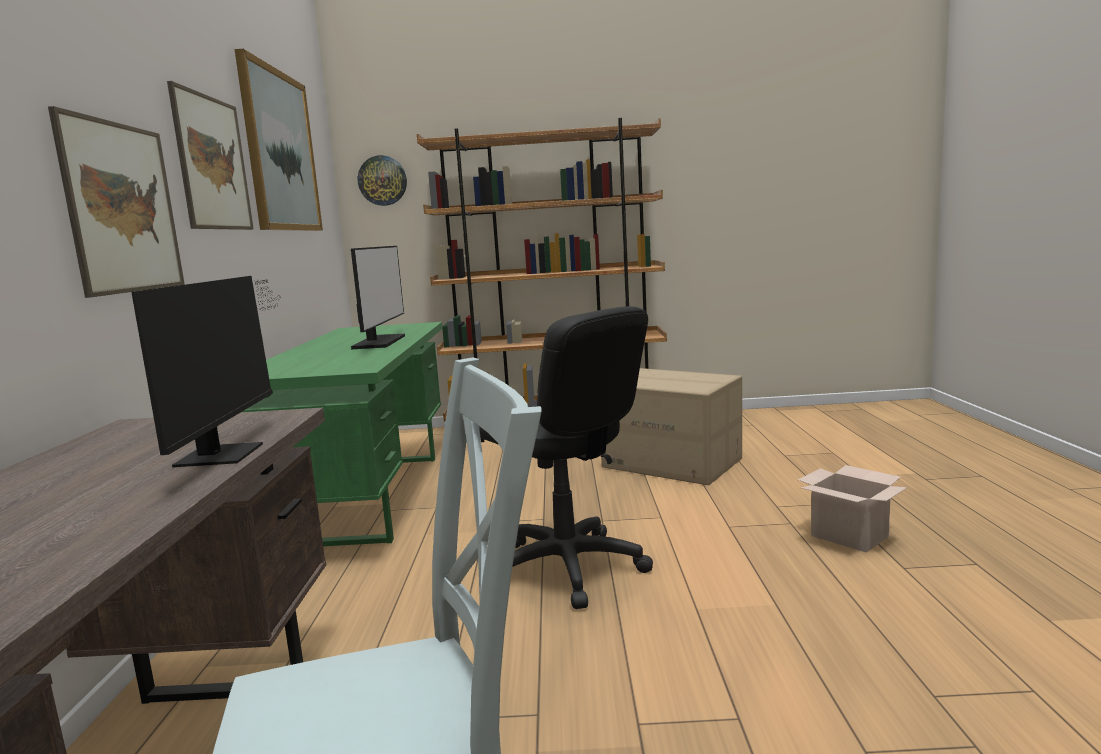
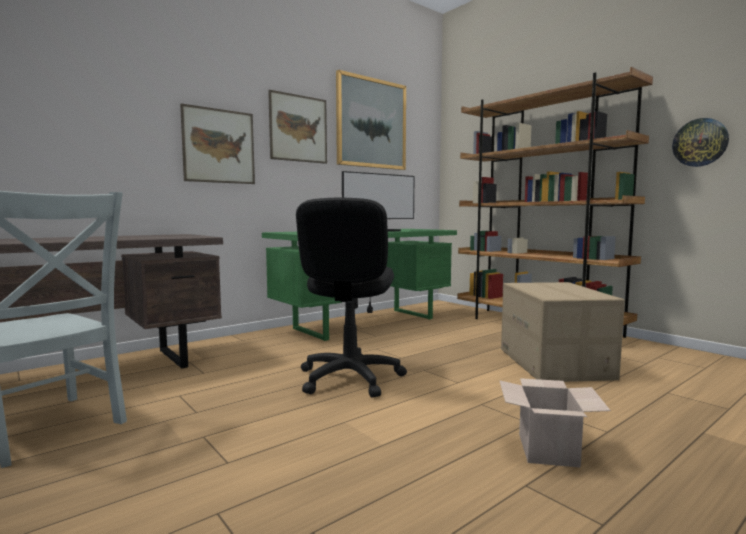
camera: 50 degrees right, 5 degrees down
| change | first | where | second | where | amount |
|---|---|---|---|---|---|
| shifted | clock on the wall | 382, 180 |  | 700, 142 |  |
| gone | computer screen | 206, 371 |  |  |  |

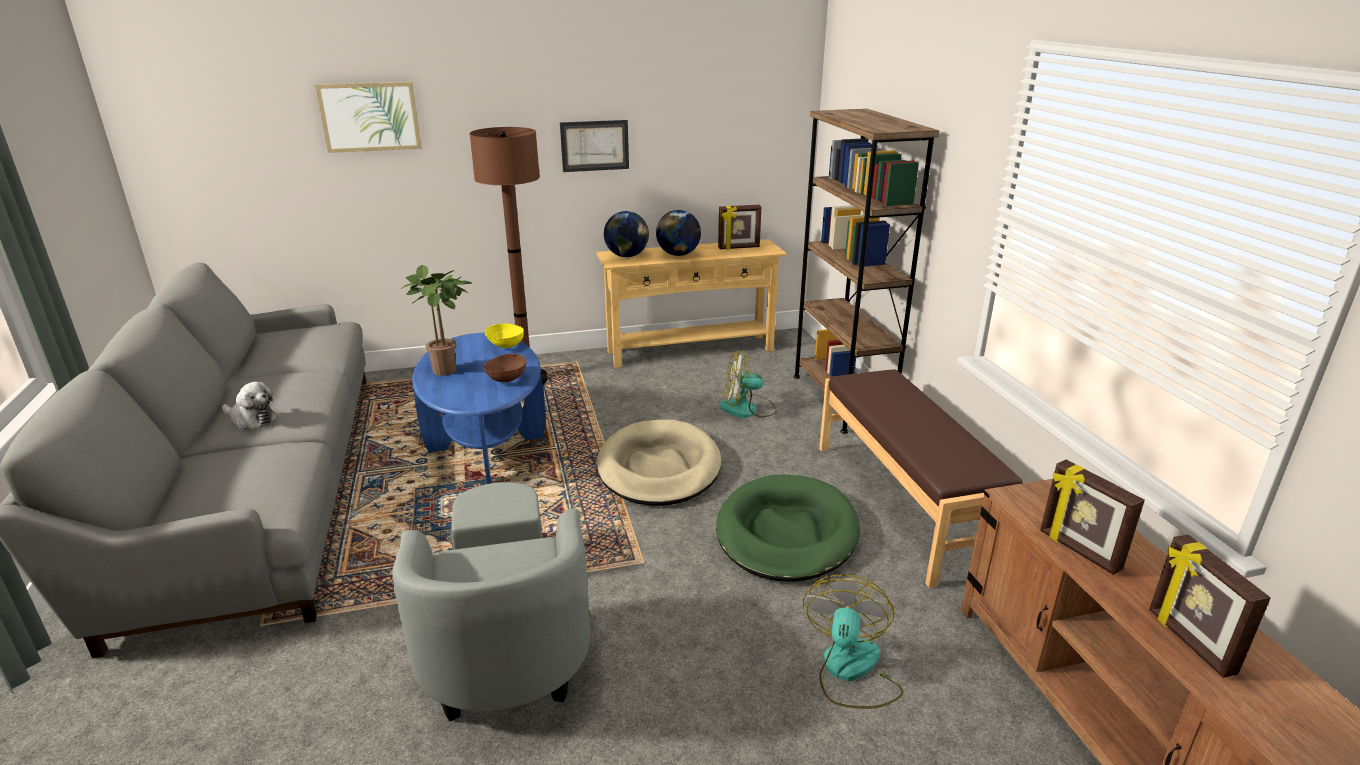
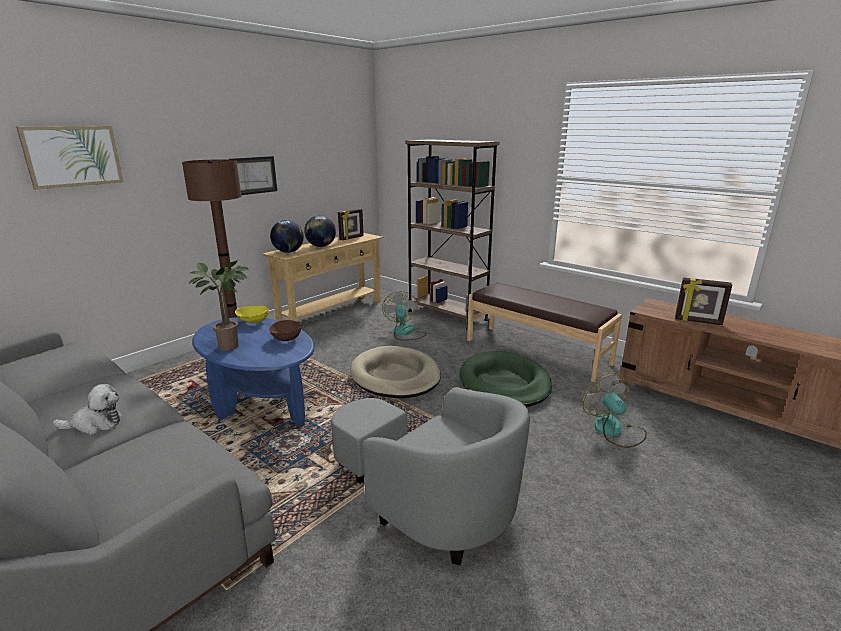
camera: 35 degrees left, 5 degrees down
| change | first | where | second | where | amount |
|---|---|---|---|---|---|
| rotated | cooling fan | 748, 384 |  | 404, 316 | 120 degrees clockwise |
| gone | standing frame | 1210, 606 |  |  |  |

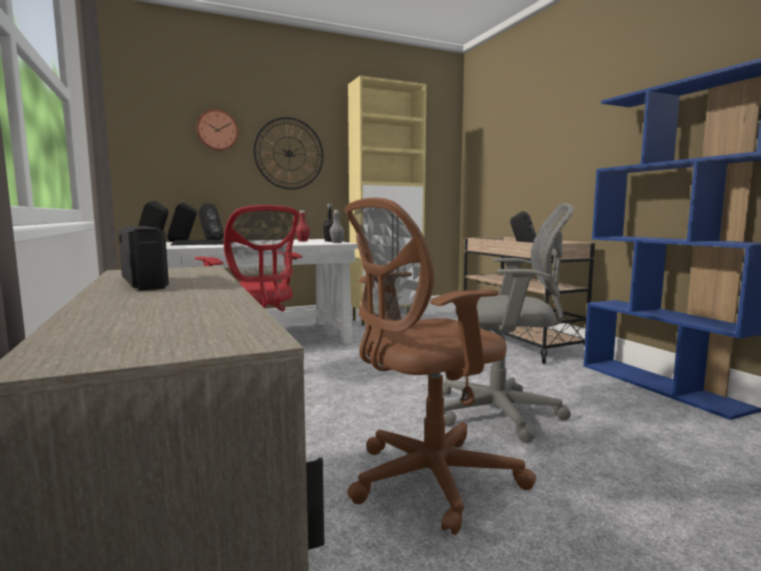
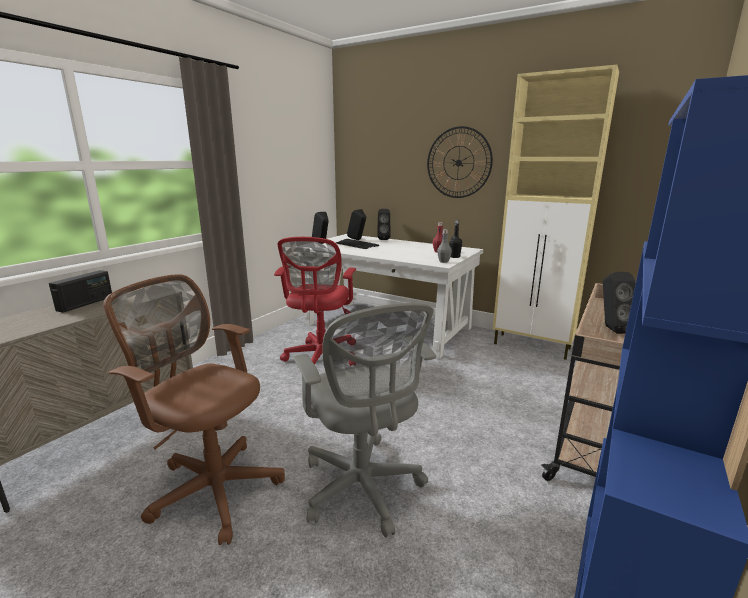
camera: 55 degrees right, 10 degrees up
| change | first | where | second | where | amount |
|---|---|---|---|---|---|
| gone | clock on the wall | 217, 130 |  |  |  |

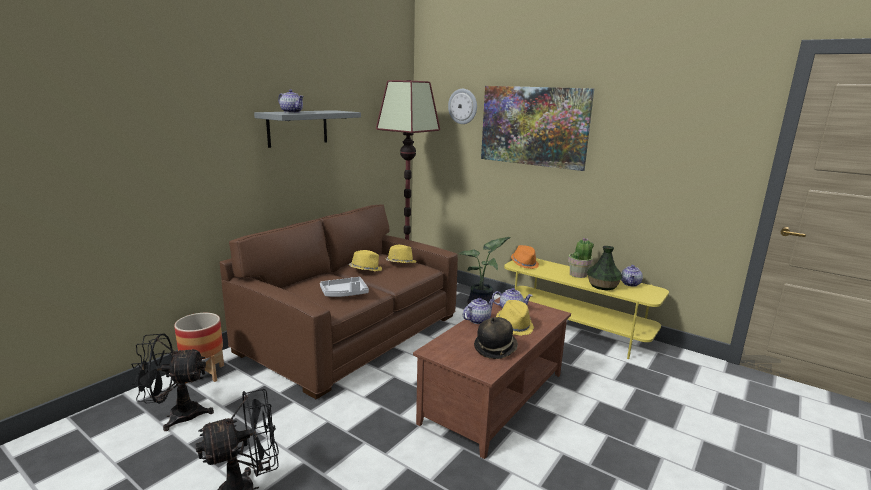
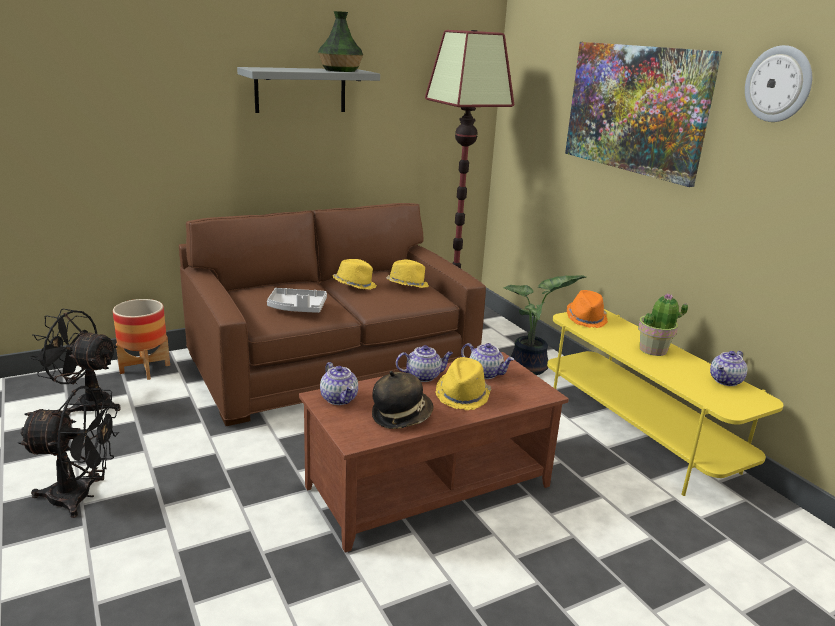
camera: 25 degrees right, 5 degrees up
| change | first | where | second | where | amount |
|---|---|---|---|---|---|
| shifted | tea pot | 291, 101 |  | 339, 383 |  |
| shifted | clock on the wall | 462, 106 |  | 778, 83 |  |
| shifted | decorative vase | 605, 268 |  | 340, 41 |  |

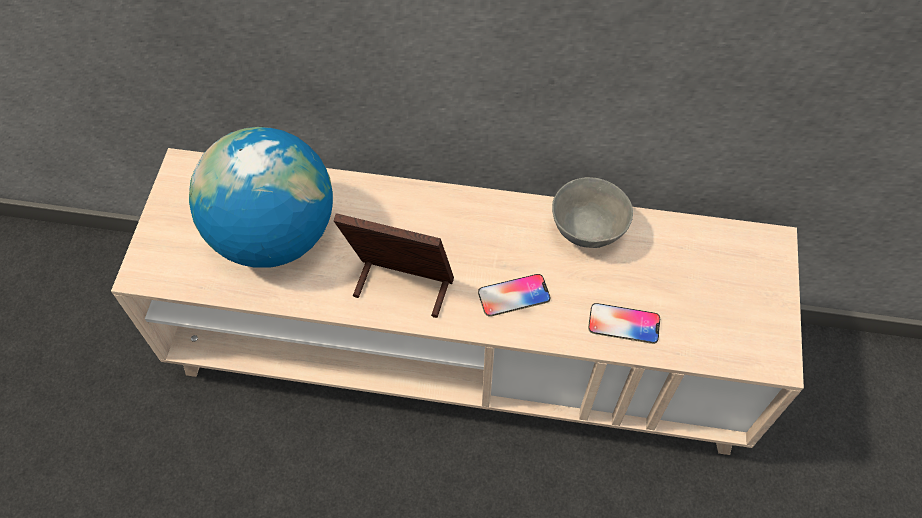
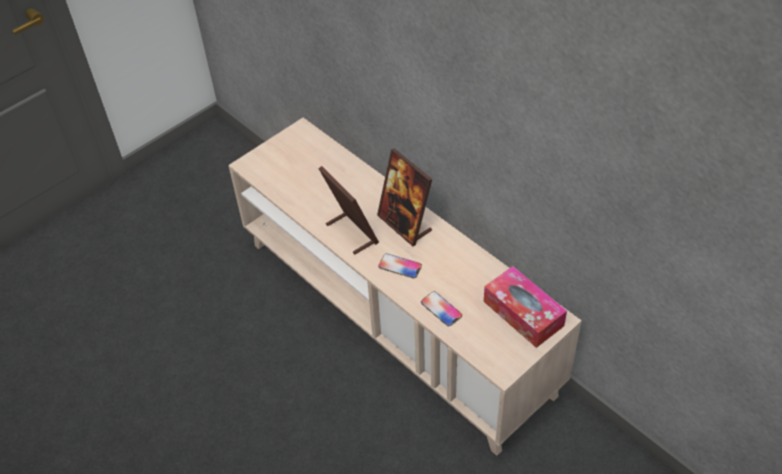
camera: 40 degrees right, 10 degrees down
| change | first | where | second | where | amount |
|---|---|---|---|---|---|
| gone | world globe | 261, 197 |  |  |  |
| gone | gray serving bowl | 592, 212 |  |  |  |
| new |  |  | standing frame | 404, 197 |  |
| new |  |  | tissue holder | 525, 307 |  |

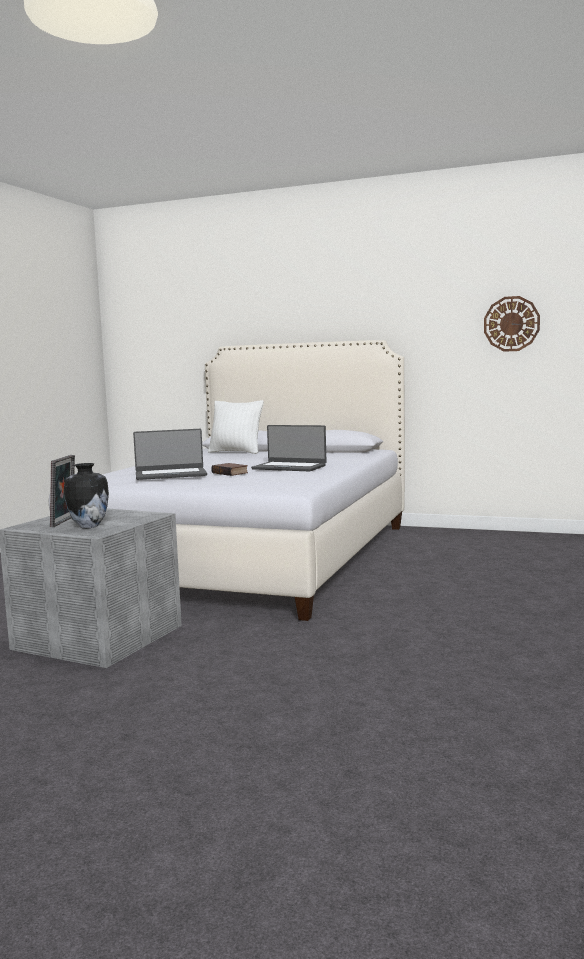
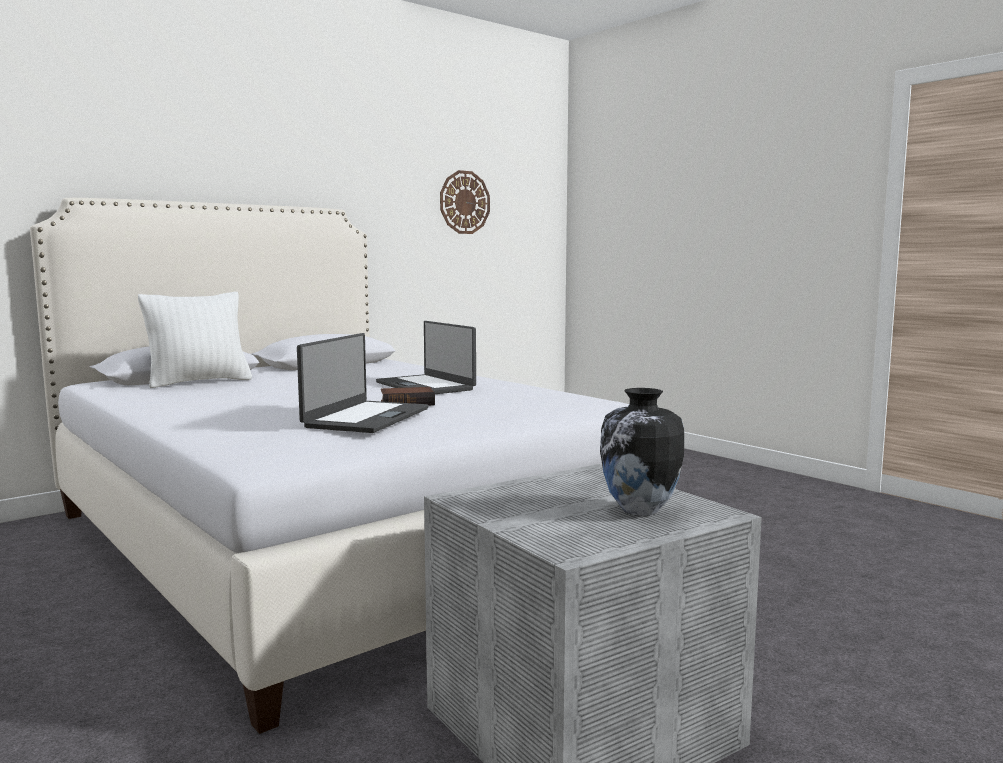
camera: 60 degrees left, 0 degrees up
| change | first | where | second | where | amount |
|---|---|---|---|---|---|
| rotated | portable computer | 289, 448 |  | 426, 357 | 90 degrees clockwise |
| gone | standing frame | 62, 491 |  |  |  |

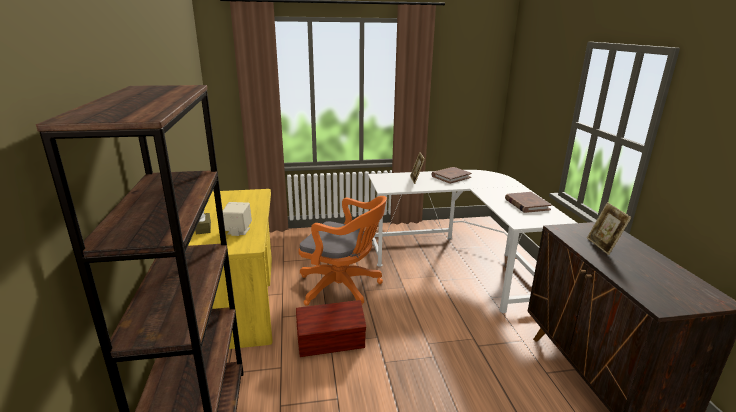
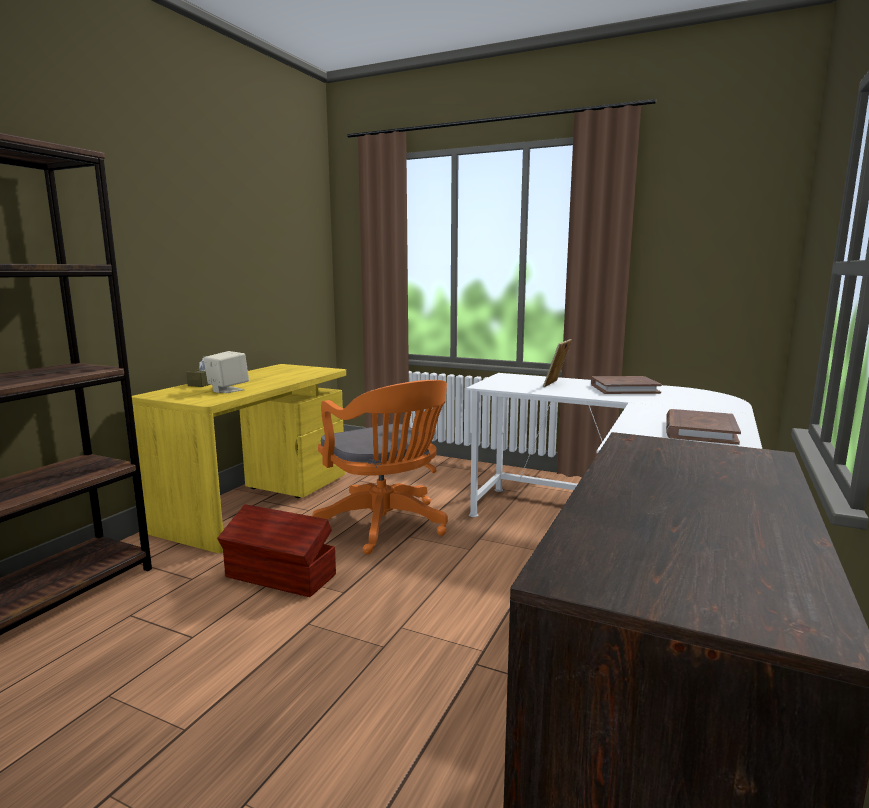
camera: 35 degrees right, 10 degrees down
| change | first | where | second | where | amount |
|---|---|---|---|---|---|
| gone | standing frame | 609, 228 |  |  |  |

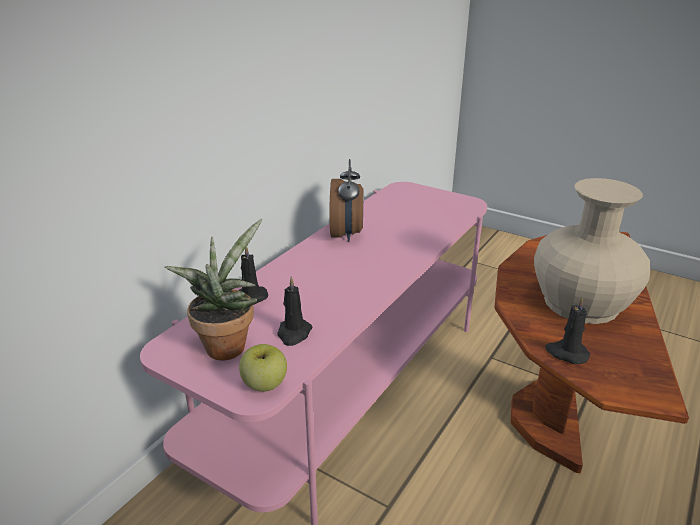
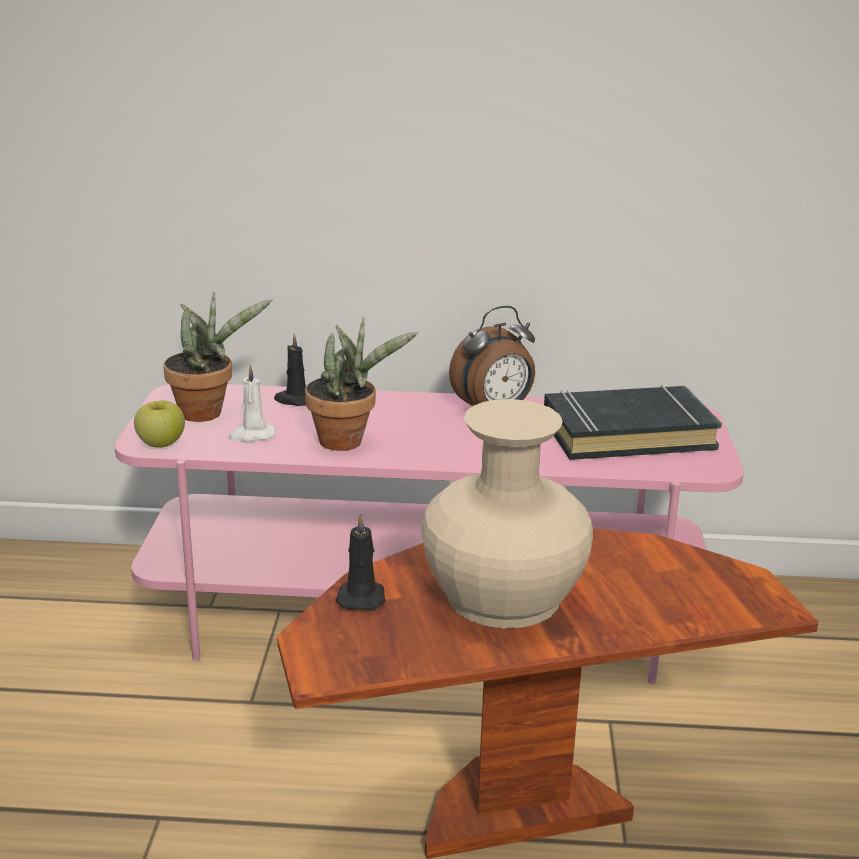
camera: 60 degrees right, 5 degrees down
| change | first | where | second | where | amount |
|---|---|---|---|---|---|
| repainted | blackish wax light | 294, 311 | white wax light | 251, 403 |  |
| new |  |  | potted plant | 361, 384 |  |
| new |  |  | blackish volume | 633, 422 |  |

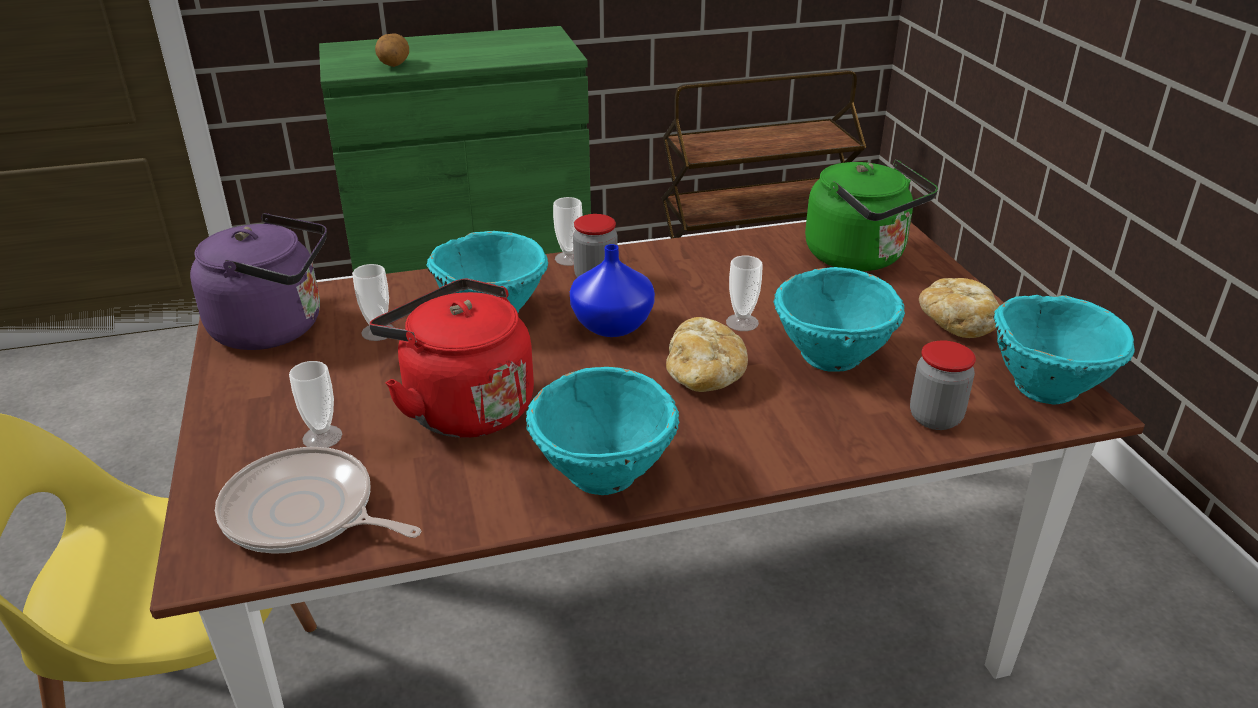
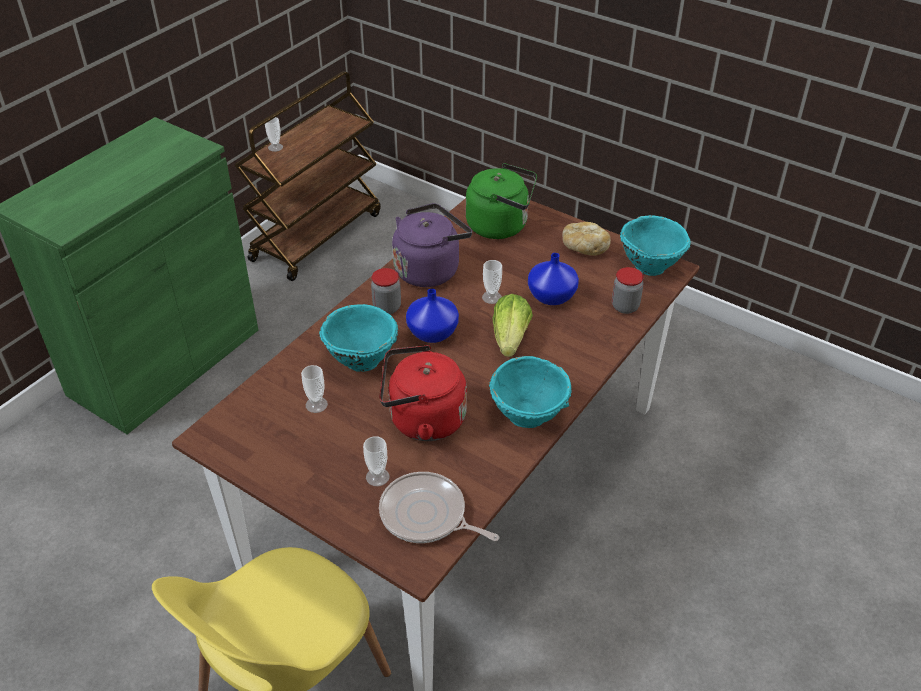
camera: 40 degrees left, 10 degrees up
| change | first | where | second | where | amount |
|---|---|---|---|---|---|
| gone | whole potato | 392, 50 |  |  |  |
| shifted | drinking cup | 568, 231 |  | 274, 134 |  |
| shifted | purplish tea kettle | 258, 281 |  | 432, 245 |  |
| swapped | blue-green serving bowl | 839, 319 | blue-coloured decorative vase | 553, 279 |  |
| swapped | bread | 707, 354 | lettuce | 512, 325 |  |
| rotated | frying pan | 318, 500 |  | 439, 507 | 45 degrees clockwise |

